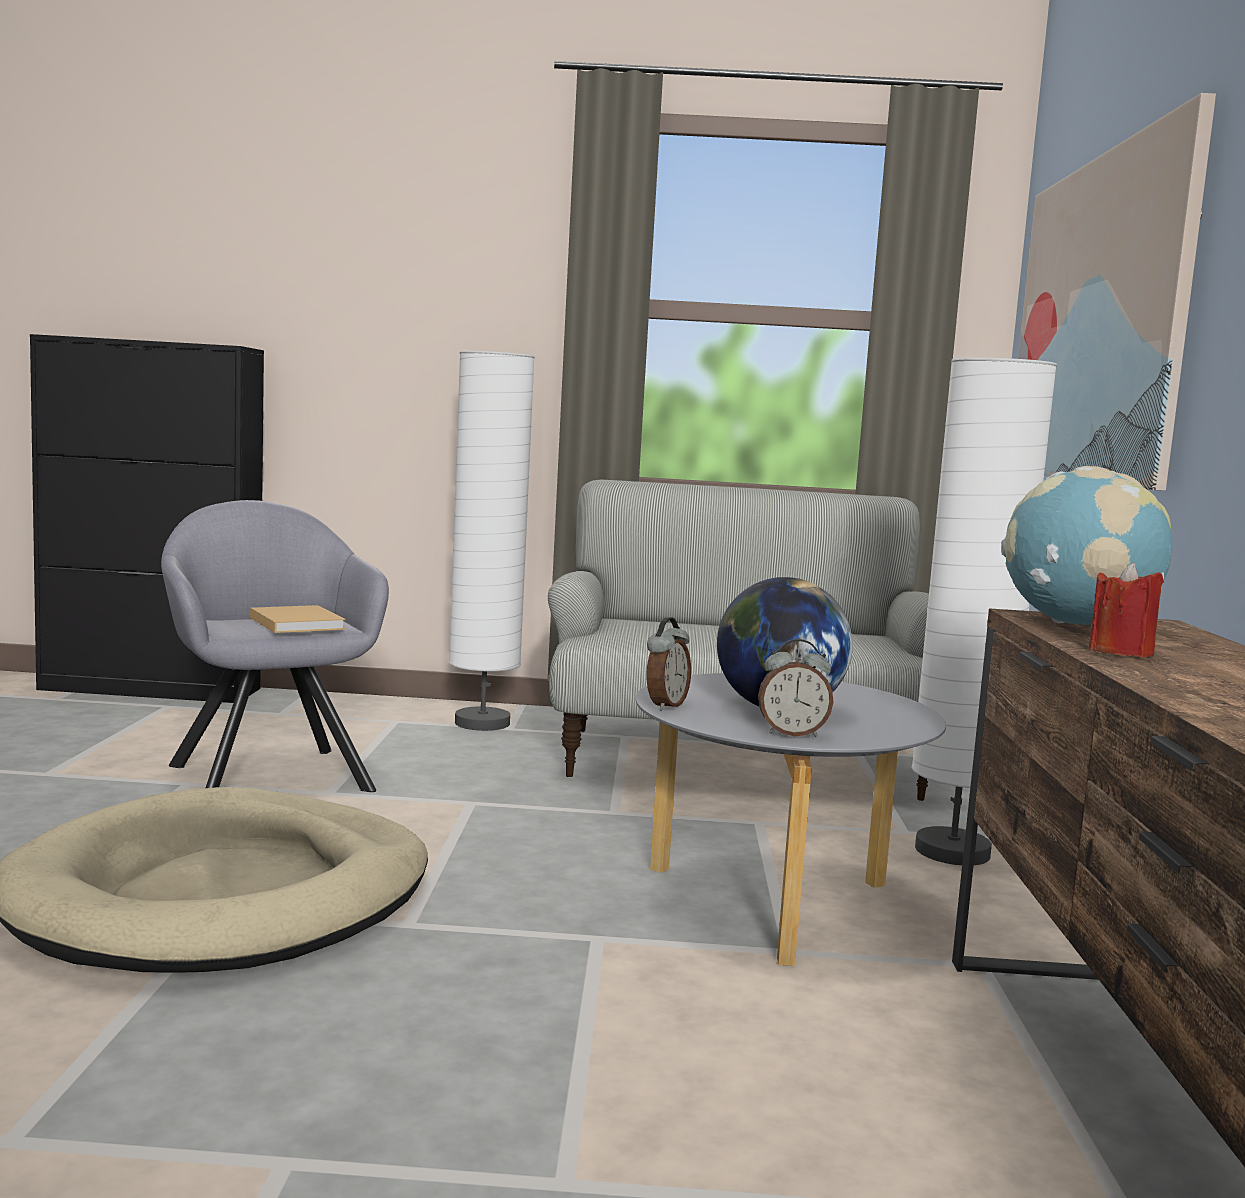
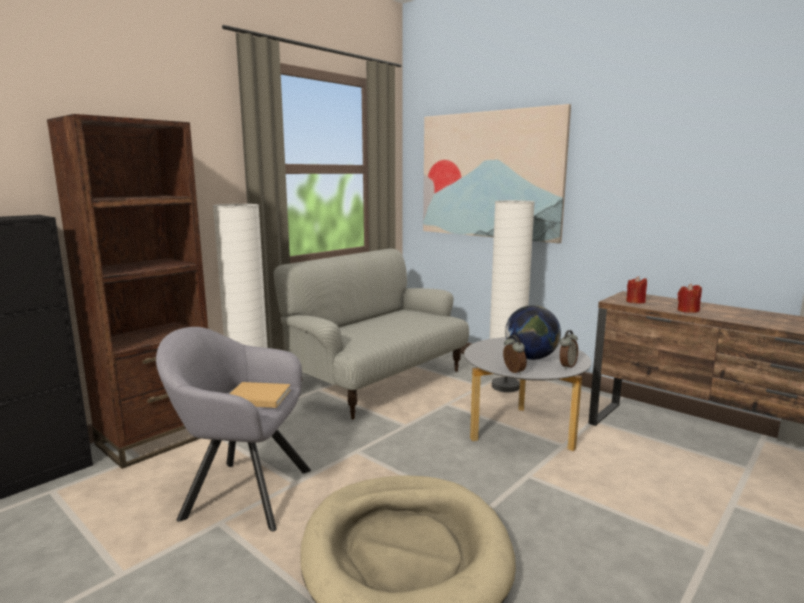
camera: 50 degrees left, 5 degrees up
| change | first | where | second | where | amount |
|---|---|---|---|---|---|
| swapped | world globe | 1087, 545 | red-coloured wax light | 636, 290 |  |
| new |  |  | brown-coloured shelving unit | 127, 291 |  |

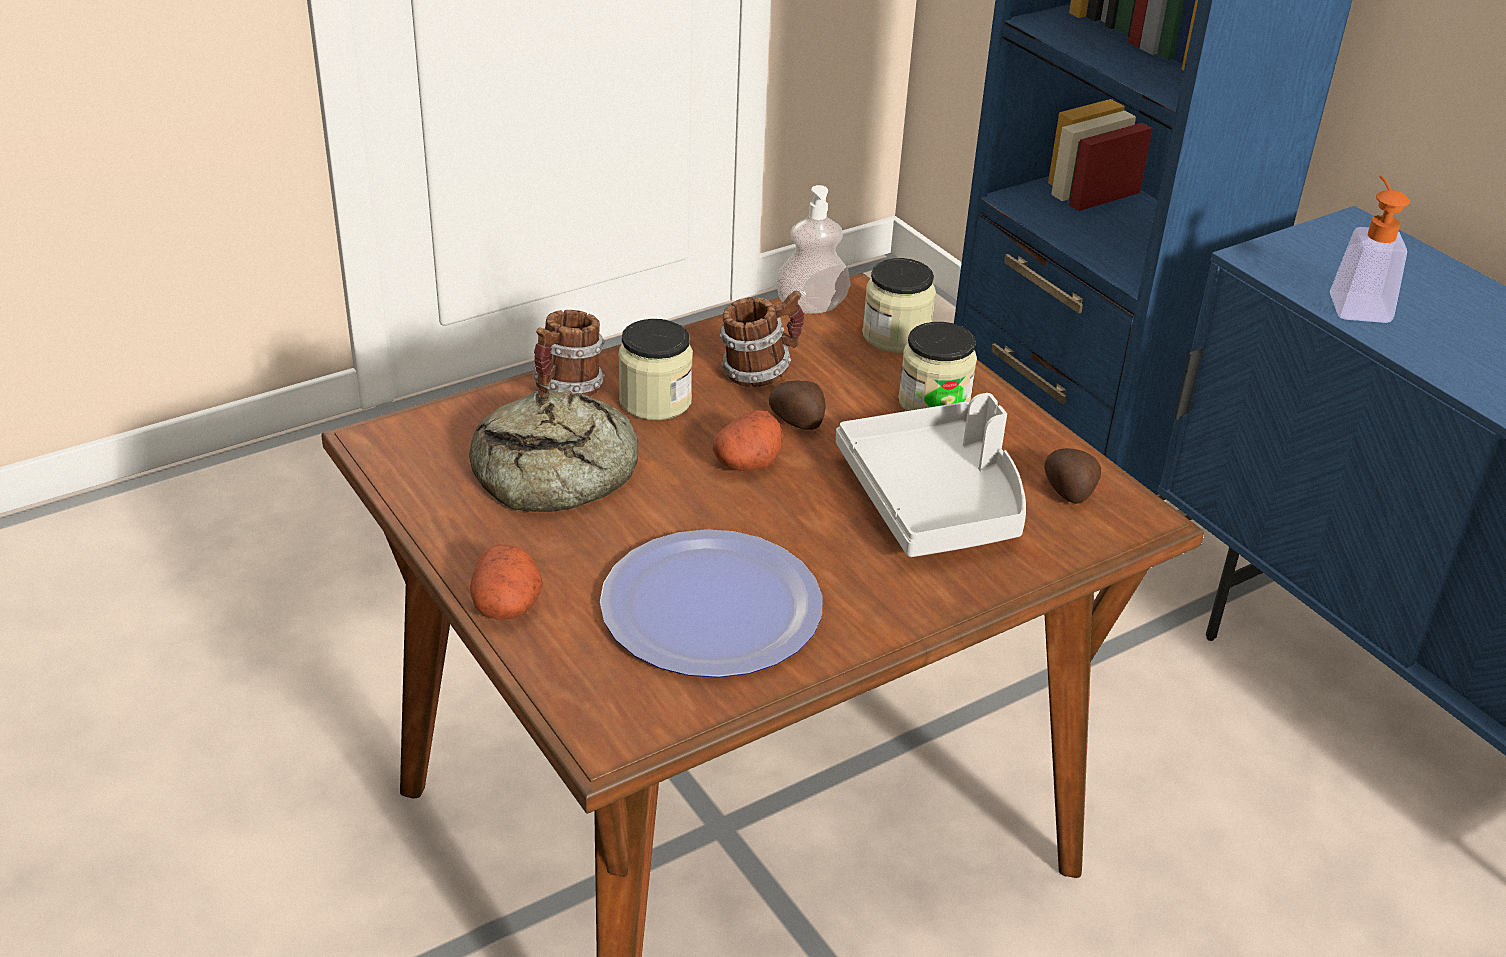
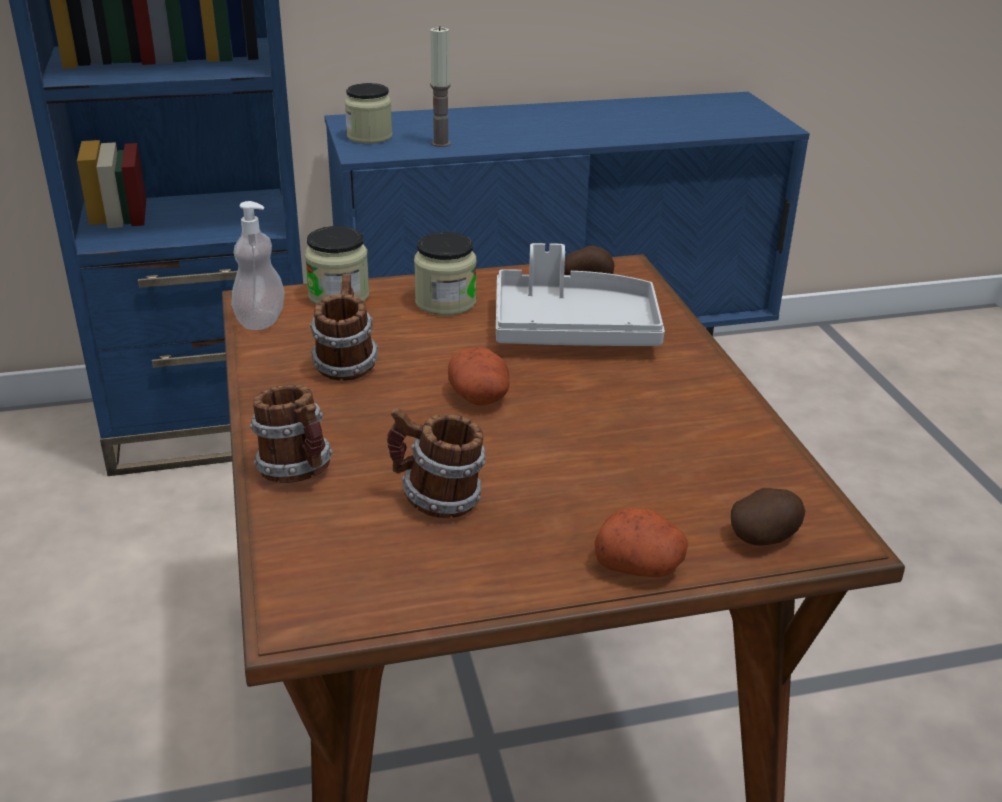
camera: 70 degrees left, 5 degrees down
| change | first | where | second | where | amount |
|---|---|---|---|---|---|
| swapped | liquid soap bottle | 1370, 249 | wax light | 440, 86 |  |
| shifted | jar | 655, 369 |  | 368, 113 |  |
| shifted | whole potato | 797, 405 |  | 768, 517 |  |
| swapped | bread | 553, 451 | coffee mug | 436, 463 |  |
| gone | plate | 711, 603 |  |  |  |

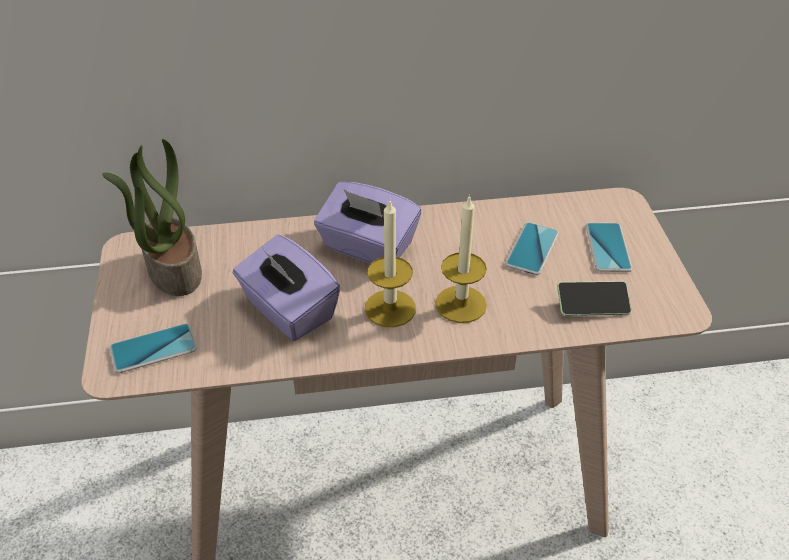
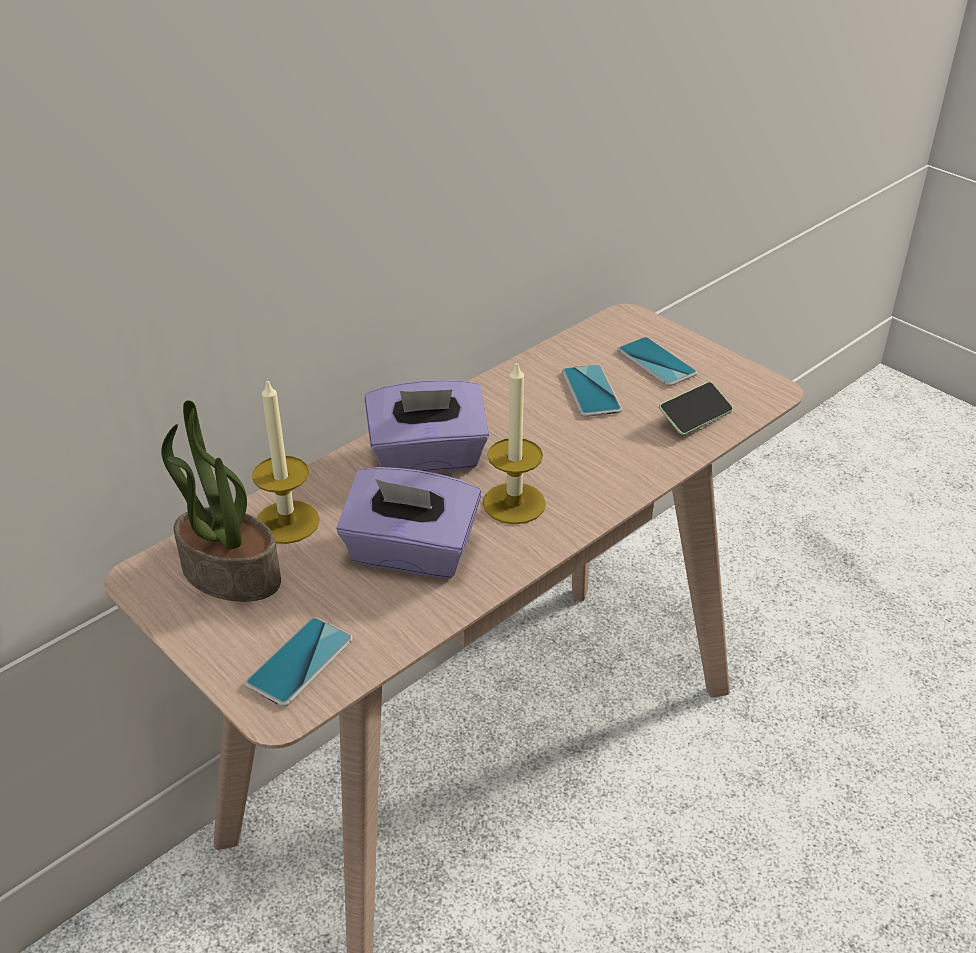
camera: 35 degrees left, 5 degrees down
| change | first | where | second | where | amount |
|---|---|---|---|---|---|
| shifted | wax light | 461, 258 |  | 286, 461 |  |

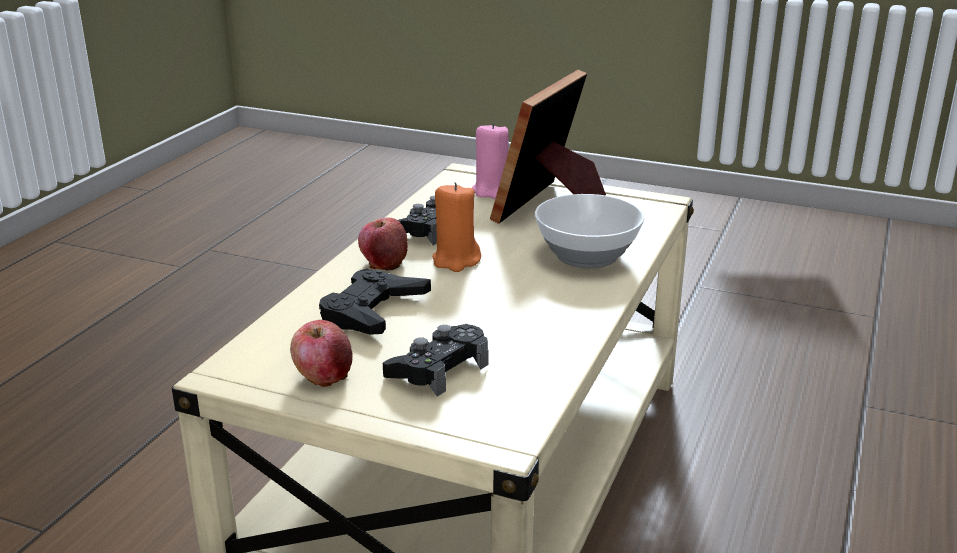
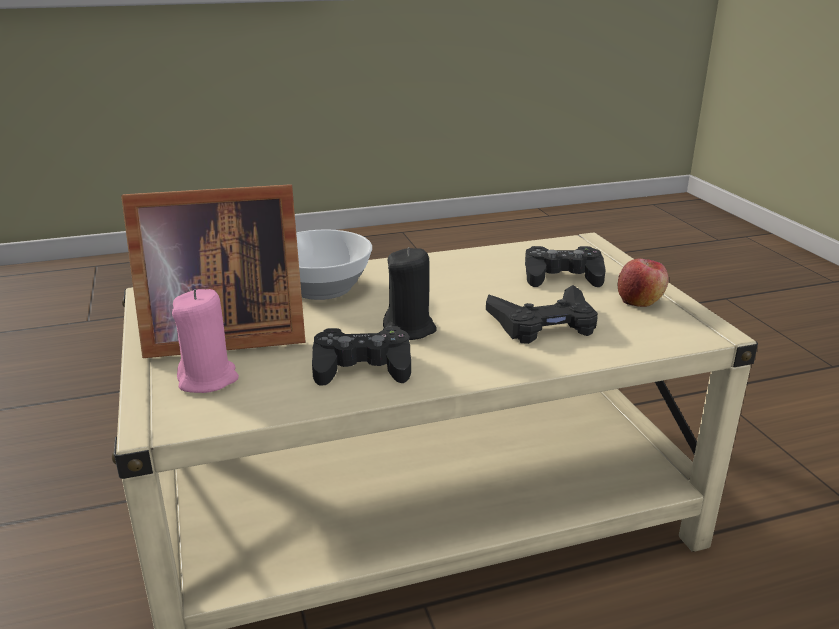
camera: 130 degrees left, 0 degrees up
| change | first | where | second | where | amount |
|---|---|---|---|---|---|
| repainted | orange-coloured wax light | 456, 227 | blackish wax light | 410, 293 |  |
| gone | whole apple | 383, 244 |  |  |  |

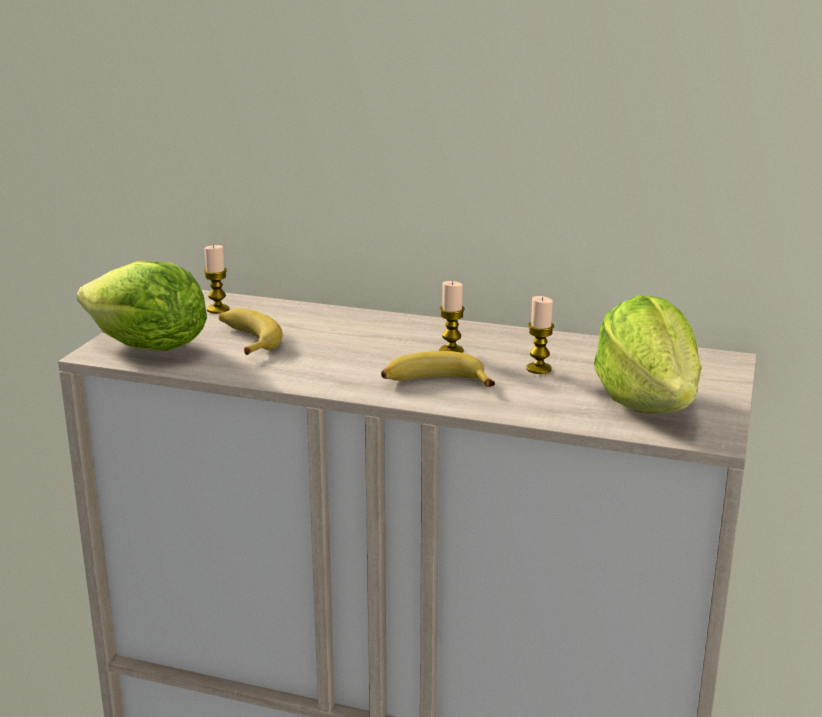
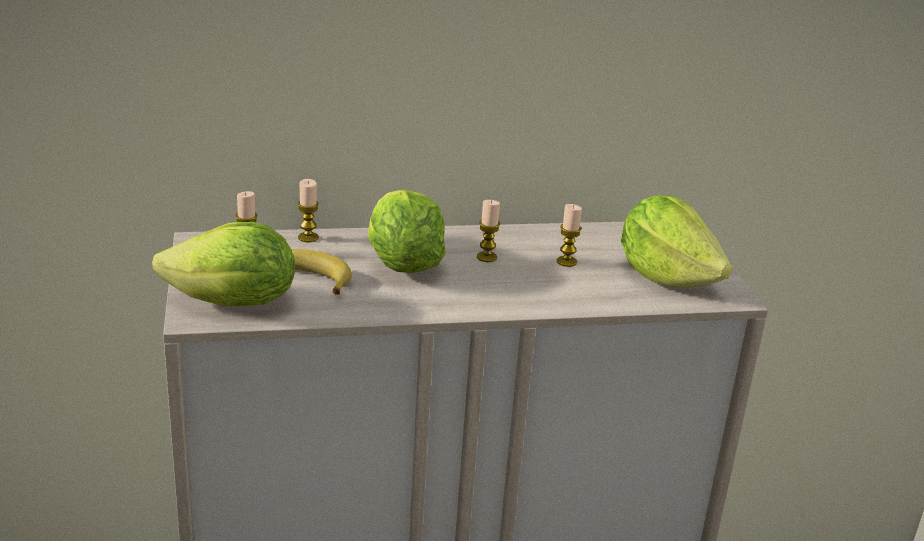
camera: 30 degrees left, 5 degrees up
| change | first | where | second | where | amount |
|---|---|---|---|---|---|
| gone | banana | 438, 369 |  |  |  |
| new |  |  | wax light | 308, 210 |  |
| new |  |  | lettuce | 407, 231 |  |

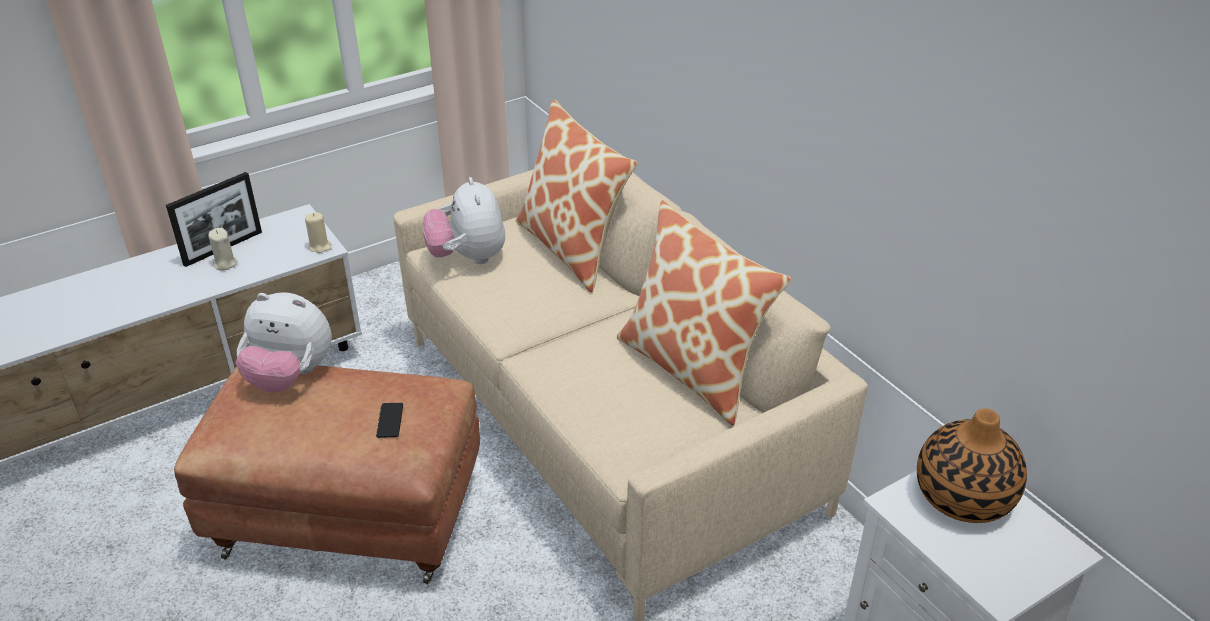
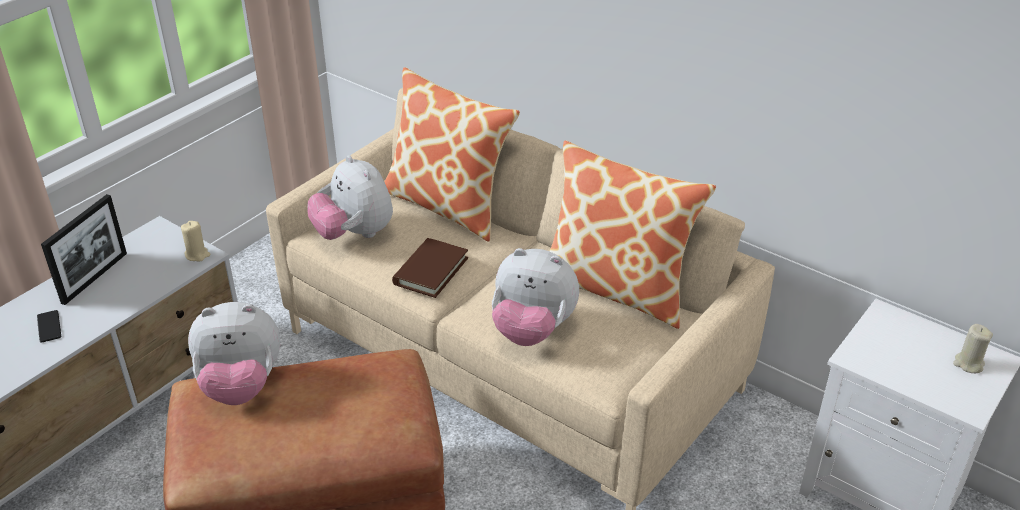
camera: 20 degrees left, 0 degrees up
| change | first | where | second | where | amount |
|---|---|---|---|---|---|
| shifted | sand-coloured wax light | 222, 249 |  | 973, 348 |  |
| shifted | phone | 389, 420 |  | 49, 326 |  |
| gone | decorative vase | 972, 465 |  |  |  |
| new |  |  | brown-coloured volume | 430, 268 |  |
| new |  |  | plush toy | 535, 297 |  |

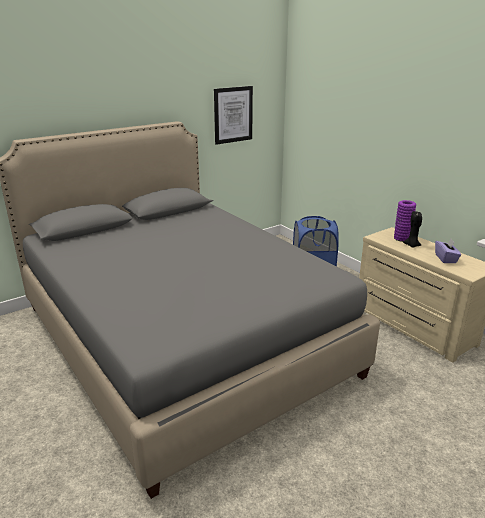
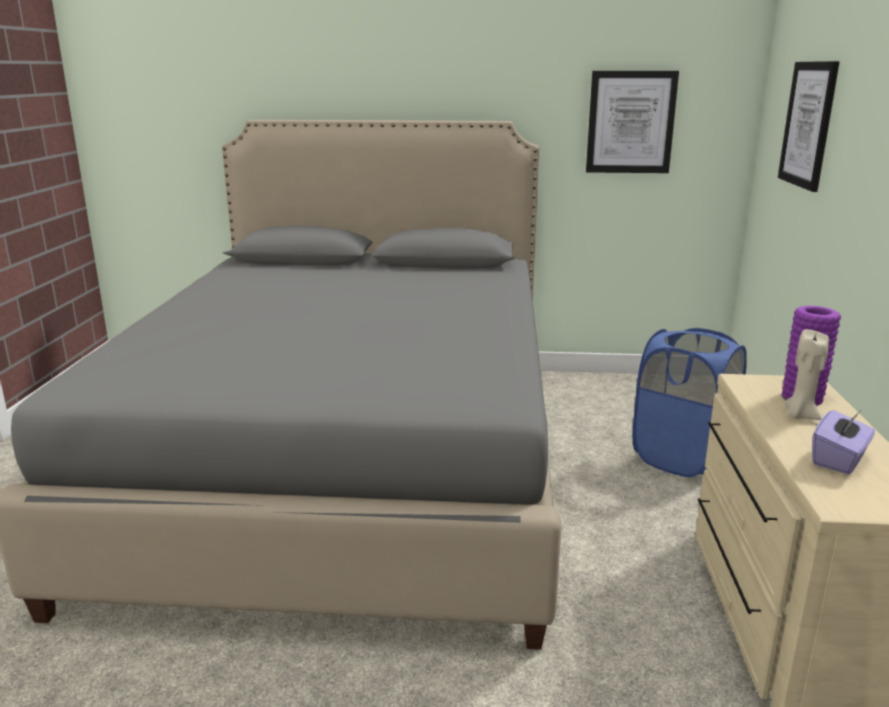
camera: 40 degrees right, 5 degrees down
| change | first | where | second | where | amount |
|---|---|---|---|---|---|
| repainted | blackish wax light | 412, 229 | sand-coloured wax light | 806, 374 |  |
| new |  |  | wall art | 809, 126 |  |

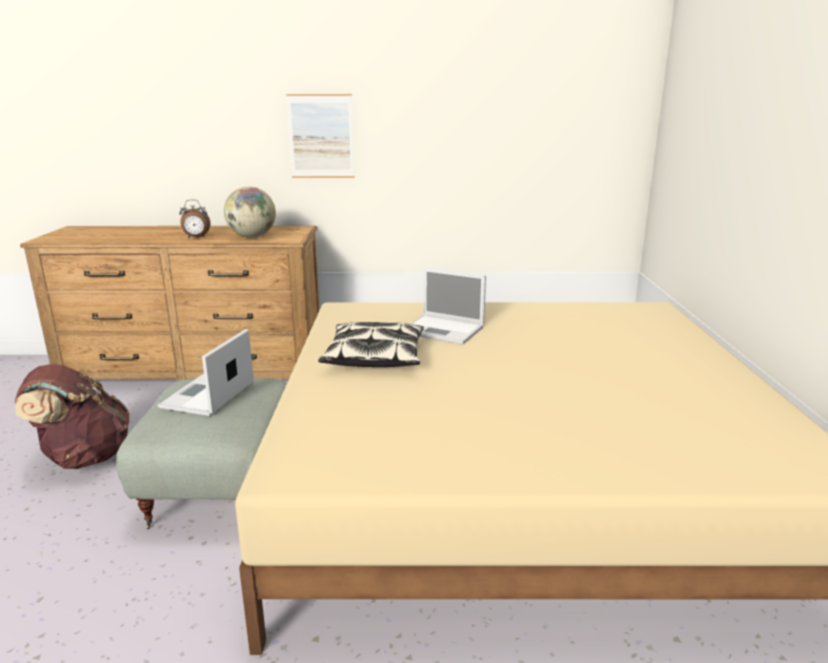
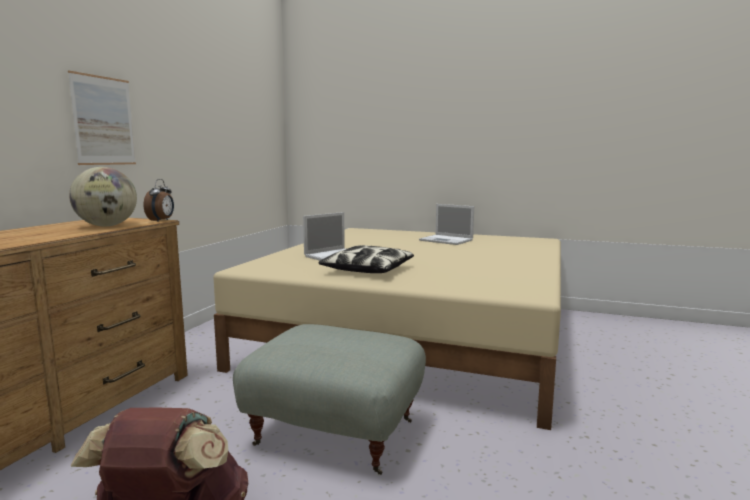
camera: 70 degrees left, 10 degrees down
| change | first | where | second | where | amount |
|---|---|---|---|---|---|
| shifted | alarm clock | 194, 219 |  | 159, 200 |  |
| shifted | portable computer | 206, 372 |  | 446, 224 |  |

